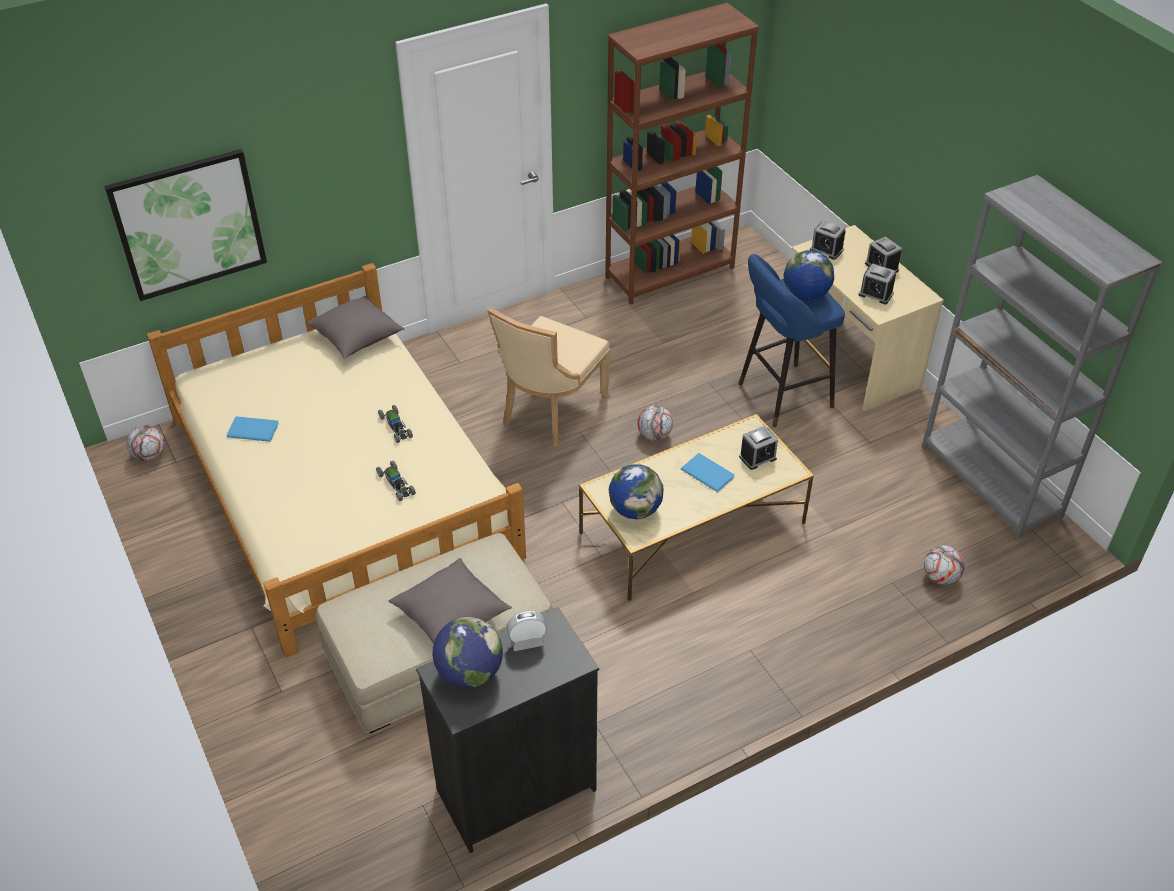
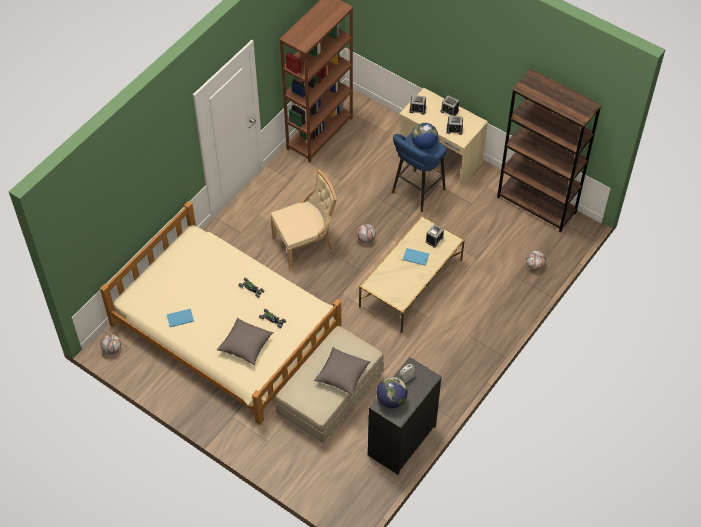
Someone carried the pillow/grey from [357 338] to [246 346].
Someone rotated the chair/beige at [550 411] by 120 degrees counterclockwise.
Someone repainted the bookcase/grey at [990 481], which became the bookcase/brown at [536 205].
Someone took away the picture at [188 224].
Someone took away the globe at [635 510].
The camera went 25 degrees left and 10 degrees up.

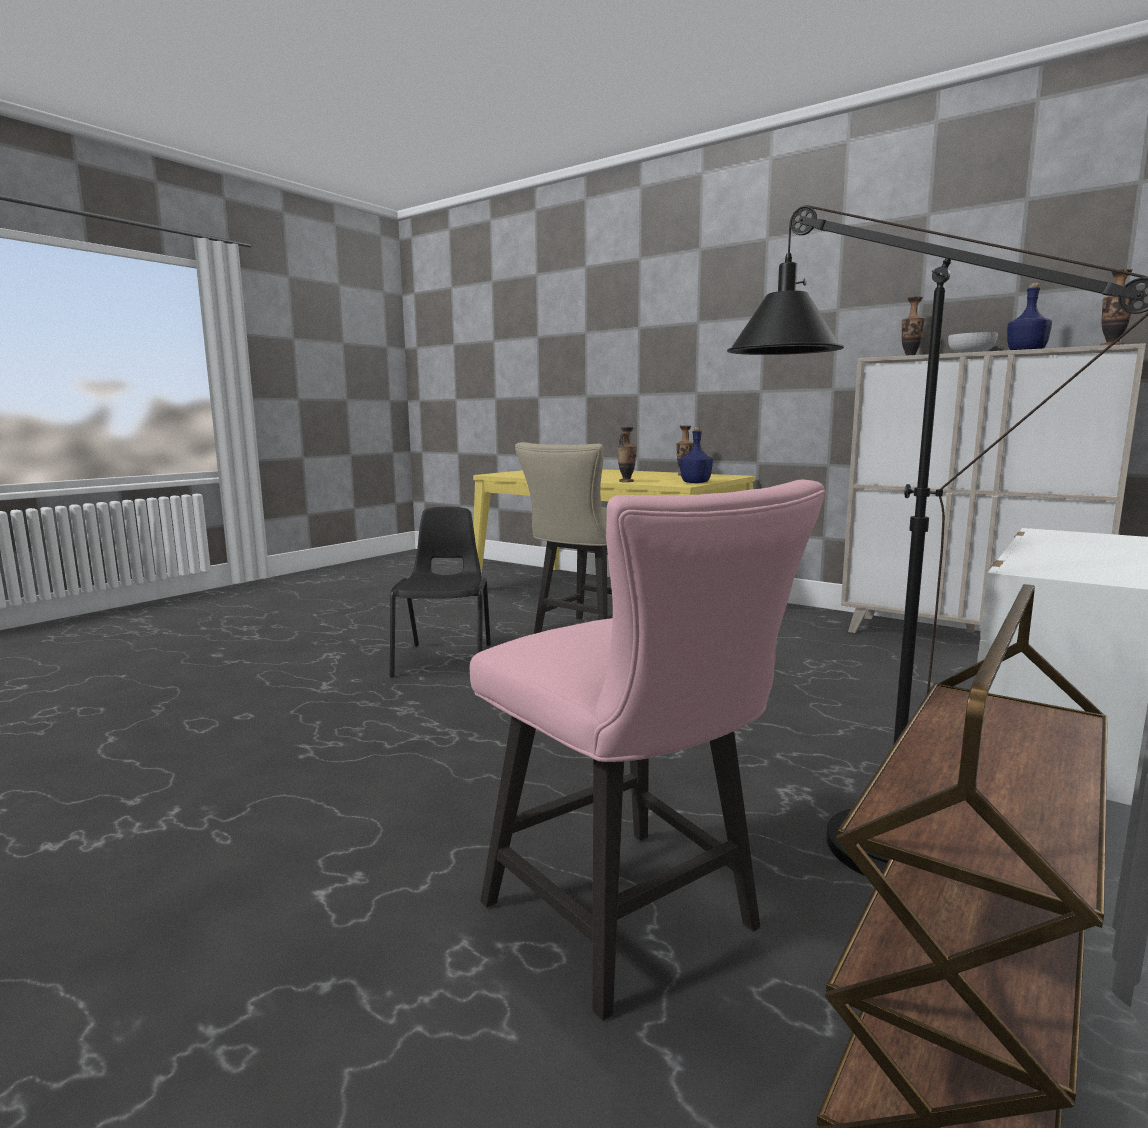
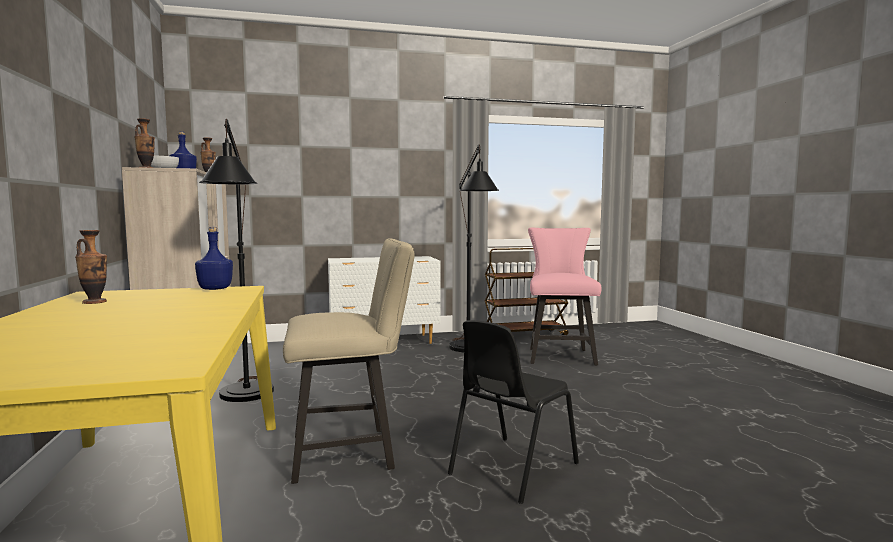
Someone put down the floor lamp/black at [245 398].
Someone took away the vase at [626 481].
The camera went 140 degrees left and 5 degrees down.

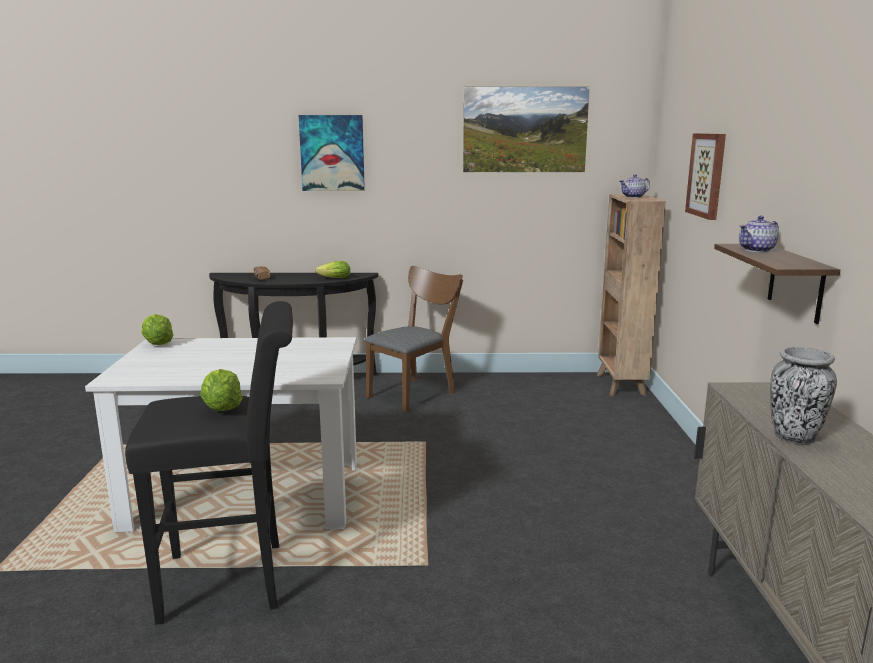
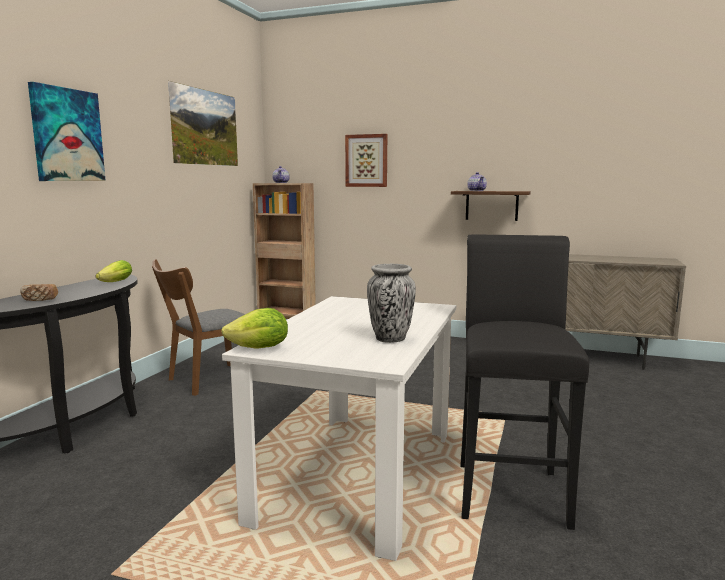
Someone rotated the chair/brown at [415 393] by 105 degrees counterclockwise.
Someone carried the vase from [794 437] to [390 339].
Someone took away the lettuce at [222 408].
The camera went 70 degrees left and 5 degrees down.

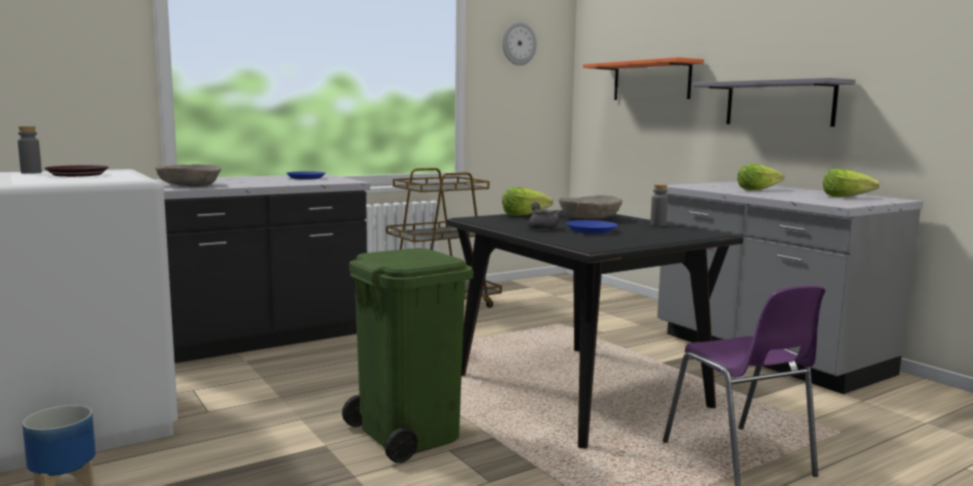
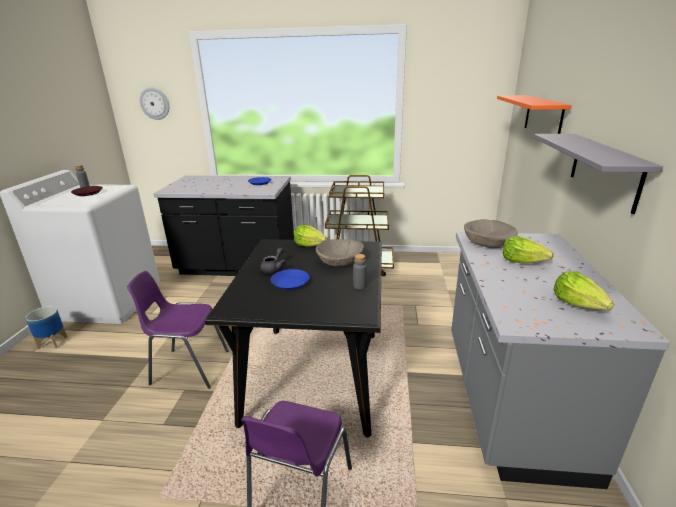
Someone swapped the trash can/green at [407 433] for the chair/purple at [188 367].
Someone carried the wall clock from [518 43] to [155 103].
Someone carried the bowl/beige from [189 185] to [488 242].
The camera went 40 degrees right and 15 degrees up.

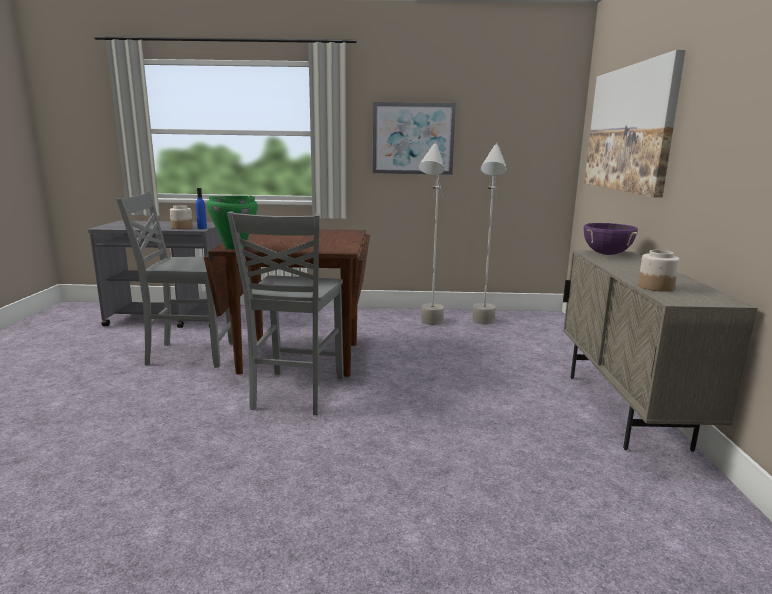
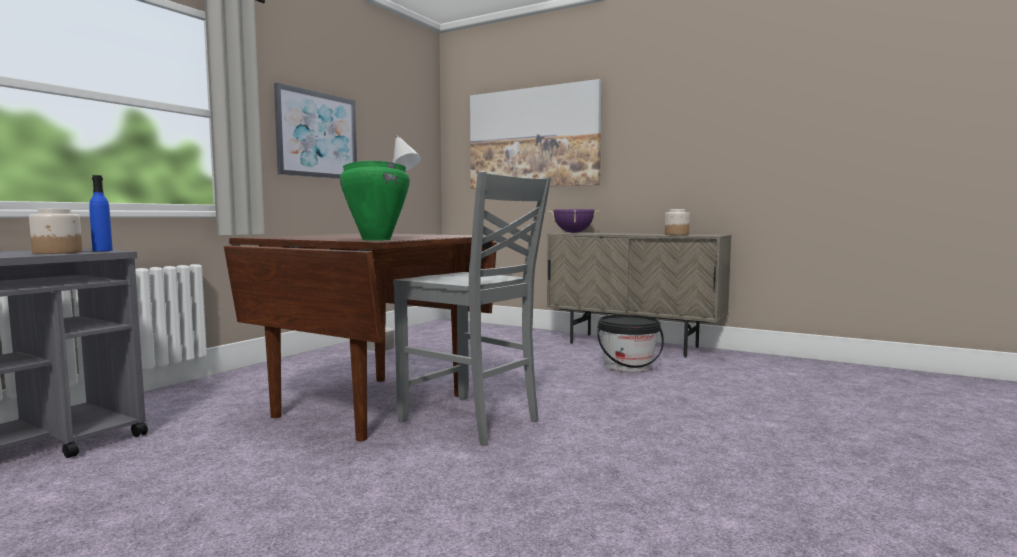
Someone put down the bucket/black at [628 366].
Someone took away the chair/grey at [189 354].
Someone took away the floor lamp/grey at [483 326].
The camera went 60 degrees left and 10 degrees down.

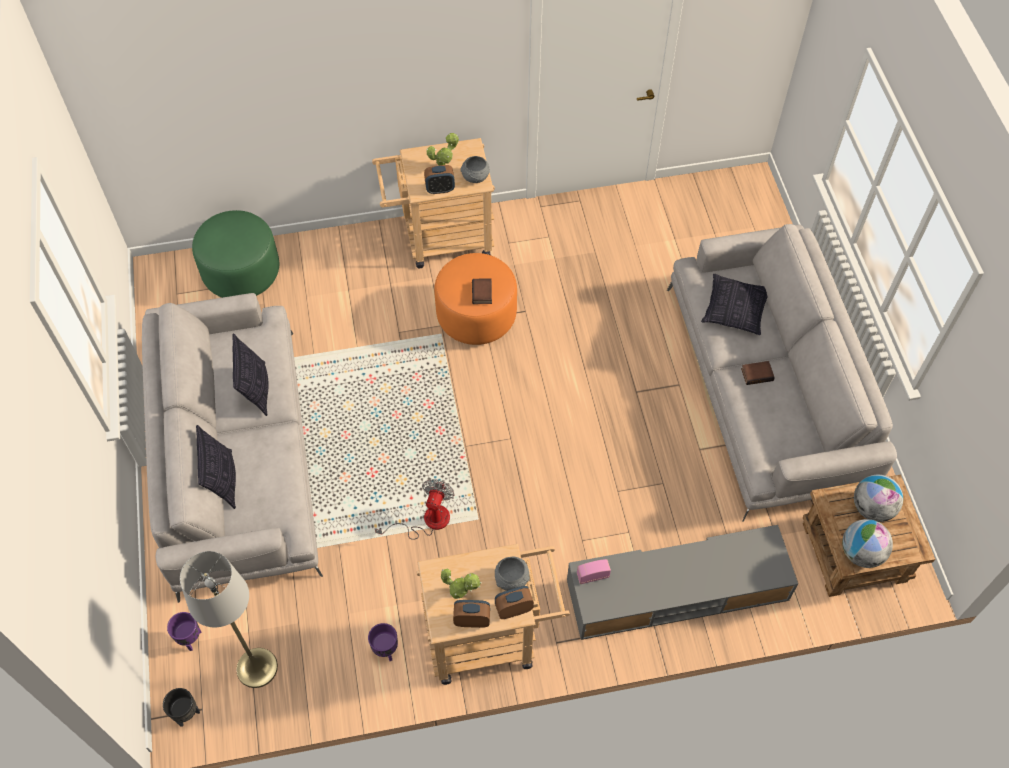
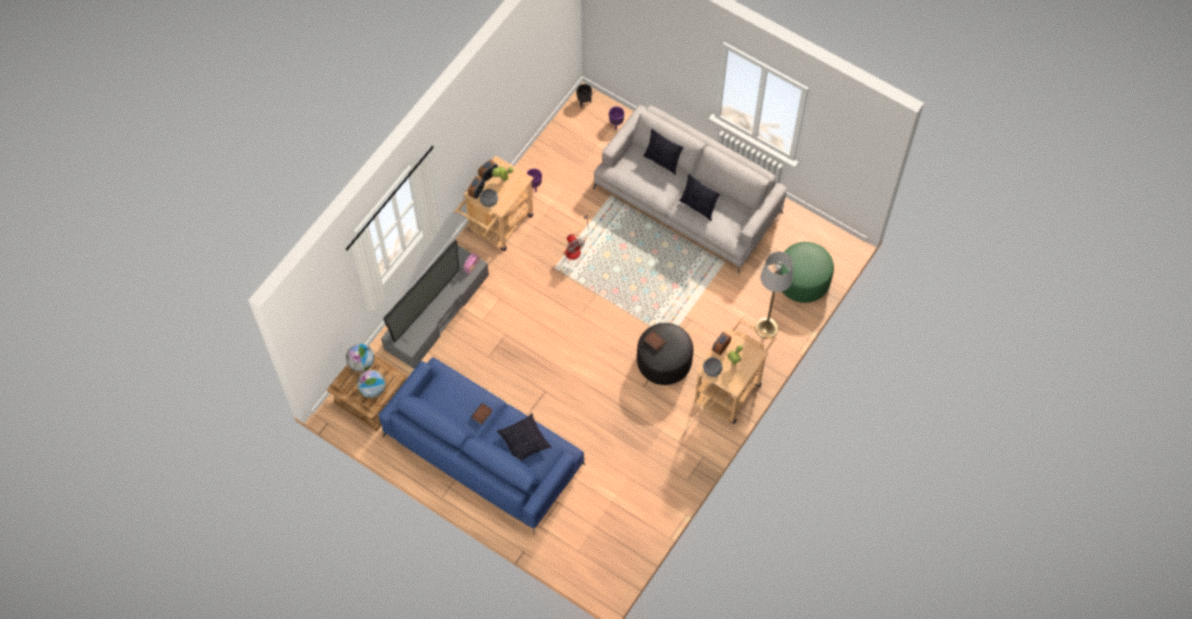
Someone repainted the sofa/grey at [766 388], which became the sofa/blue at [483 451].
Someone put down the television at [426 307].
Someone repainted the ottoman/orange at [476 315], which became the ottoman/black at [664 362].
Someone carried the floor lamp/grey from [257 667] to [766 328].
The camera went 135 degrees right and 5 degrees up.

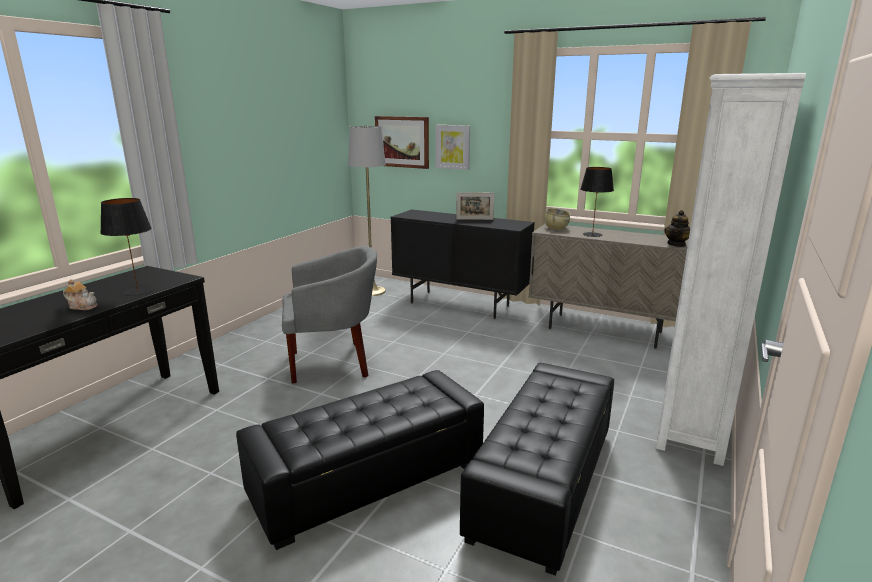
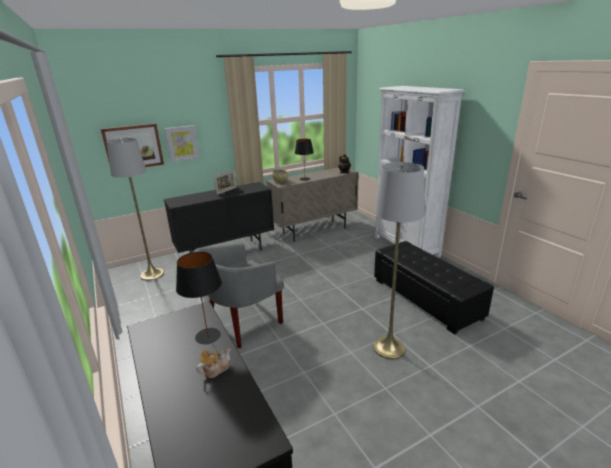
Someone rotated the armchair/grey at [333 362] by 150 degrees counterclockwise.
Someone swapped the ottoman/black at [368 480] for the floor lamp/grey at [389 348].
The camera went 55 degrees left and 5 degrees up.

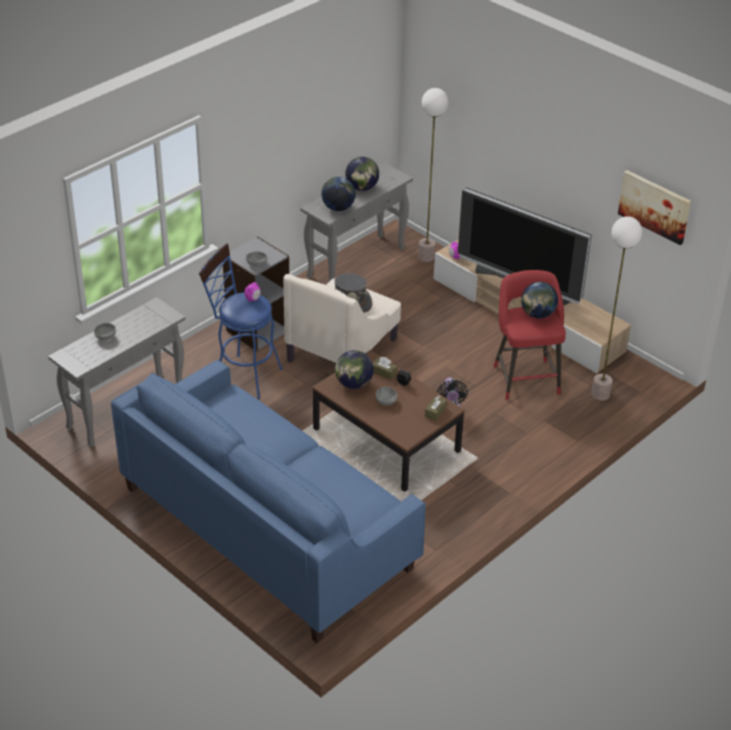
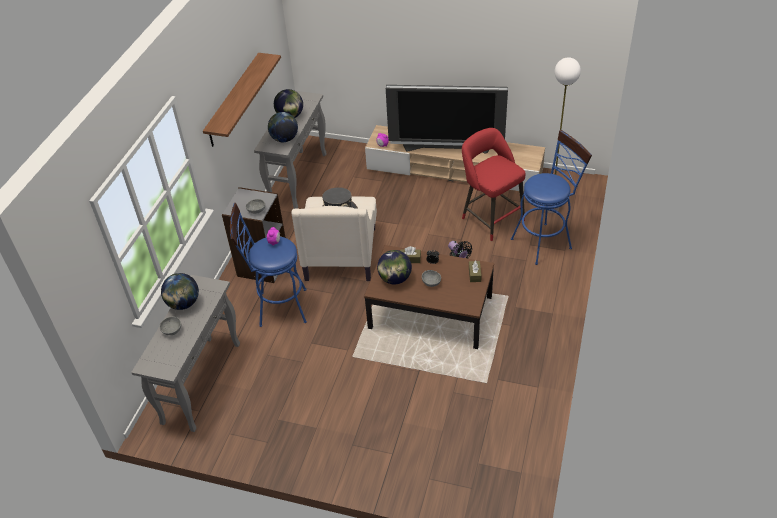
Someone carried the globe from [537 314] to [183 304].
Someone put up the shelf at [234 100].
Someone put down the stool/blue at [545 241].
Someone took away the sofa/blue at [268 528].
Someone took away the floor lamp at [426 257].
Someone took away the picture at [654 206].
The camera went 25 degrees left and 5 degrees up.

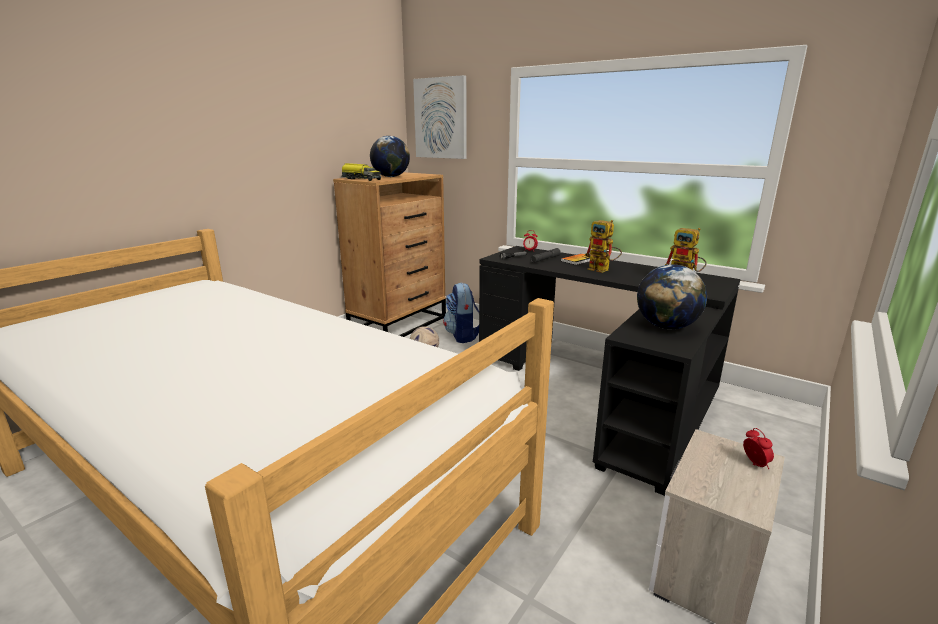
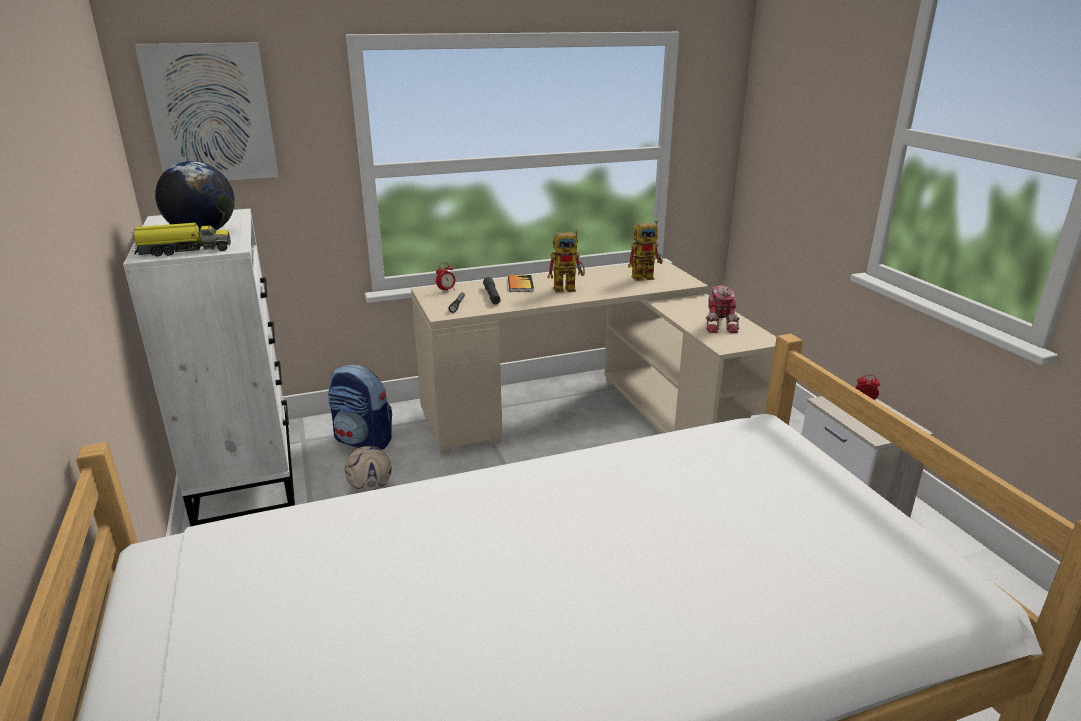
Someone repainted the dresser/brown at [399 324], which became the dresser/white at [245 472].
Someone repainted the desk/black at [603 391], which became the desk/beige at [594 418].
Someone swapped the globe at [666 327] for the toy robot at [720 325].
The camera went 55 degrees left and 5 degrees up.

